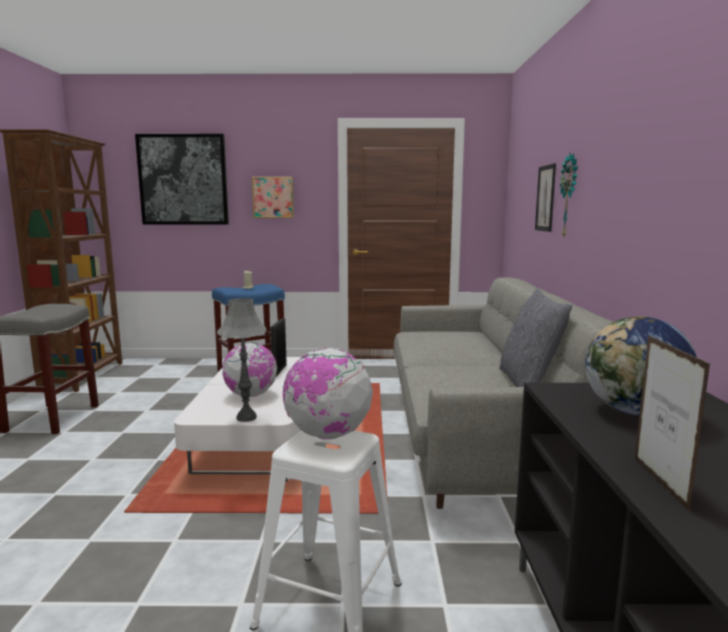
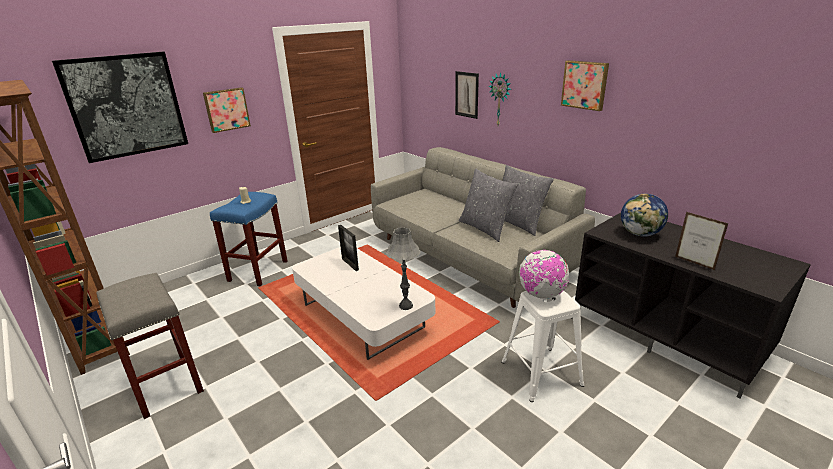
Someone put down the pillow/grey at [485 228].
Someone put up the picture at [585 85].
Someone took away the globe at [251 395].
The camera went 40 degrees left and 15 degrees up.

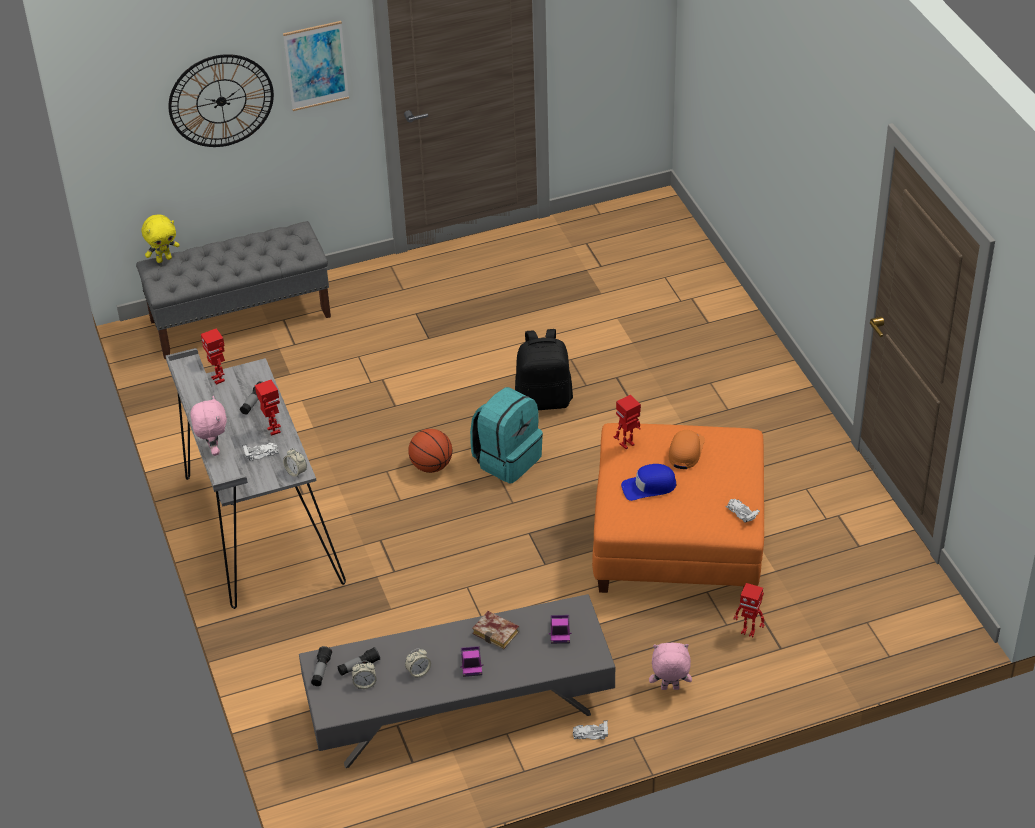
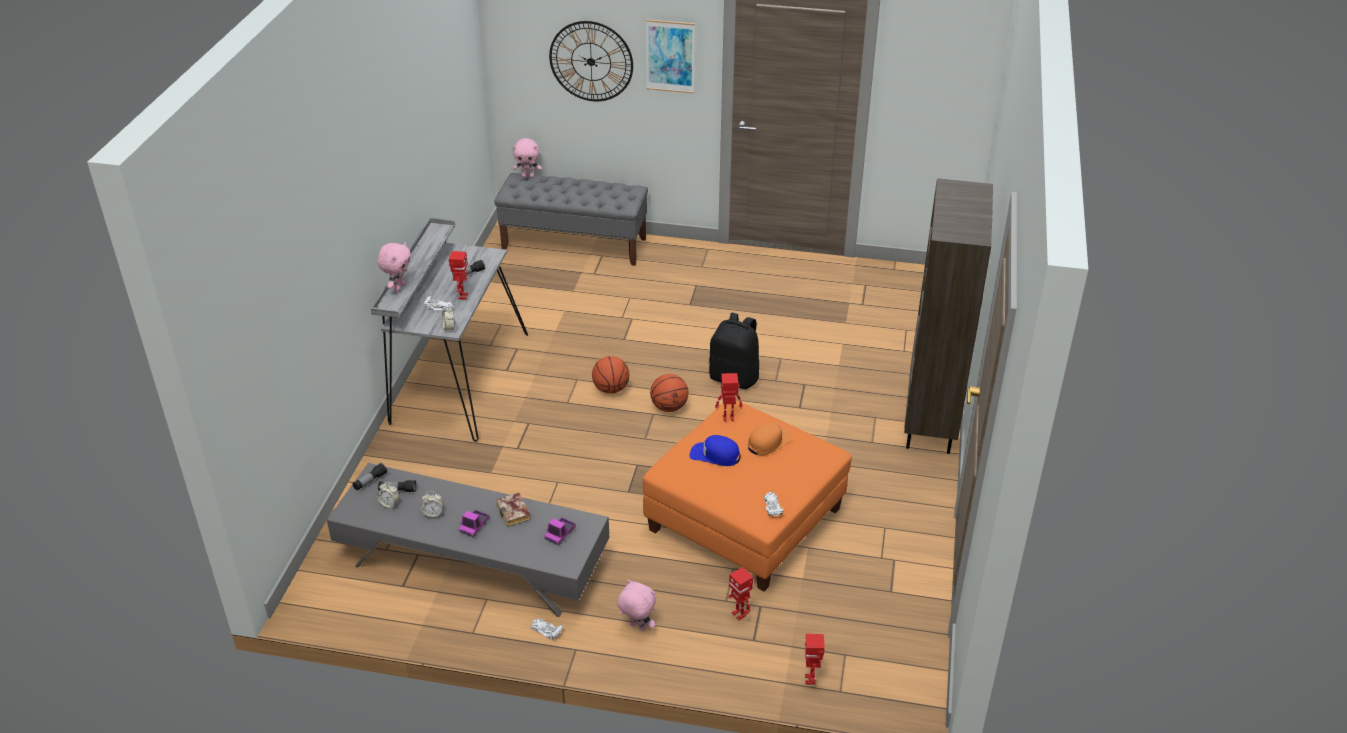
Someone repainted the plush toy/yellow at [164 259], which became the plush toy/pink at [528 176].
Someone swapped the backpack/turquoise at [507 459] for the basketball at [669 407].
Someone carried the toy robot from [218 379] to [811 679].
Someone put down the bookcase/brown at [931 423].
The camera went 30 degrees right and 5 degrees down.

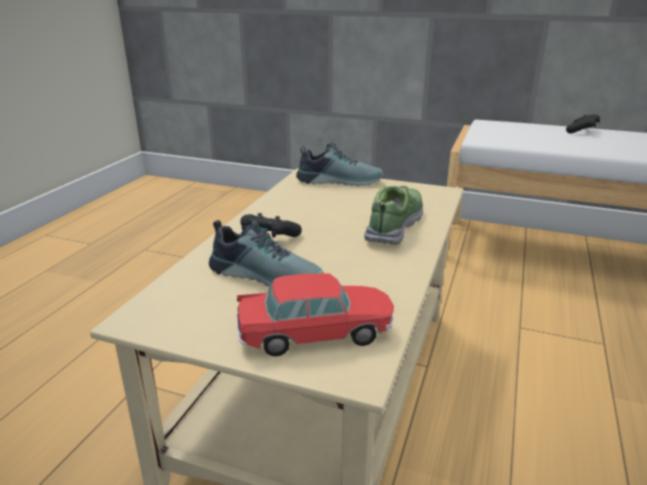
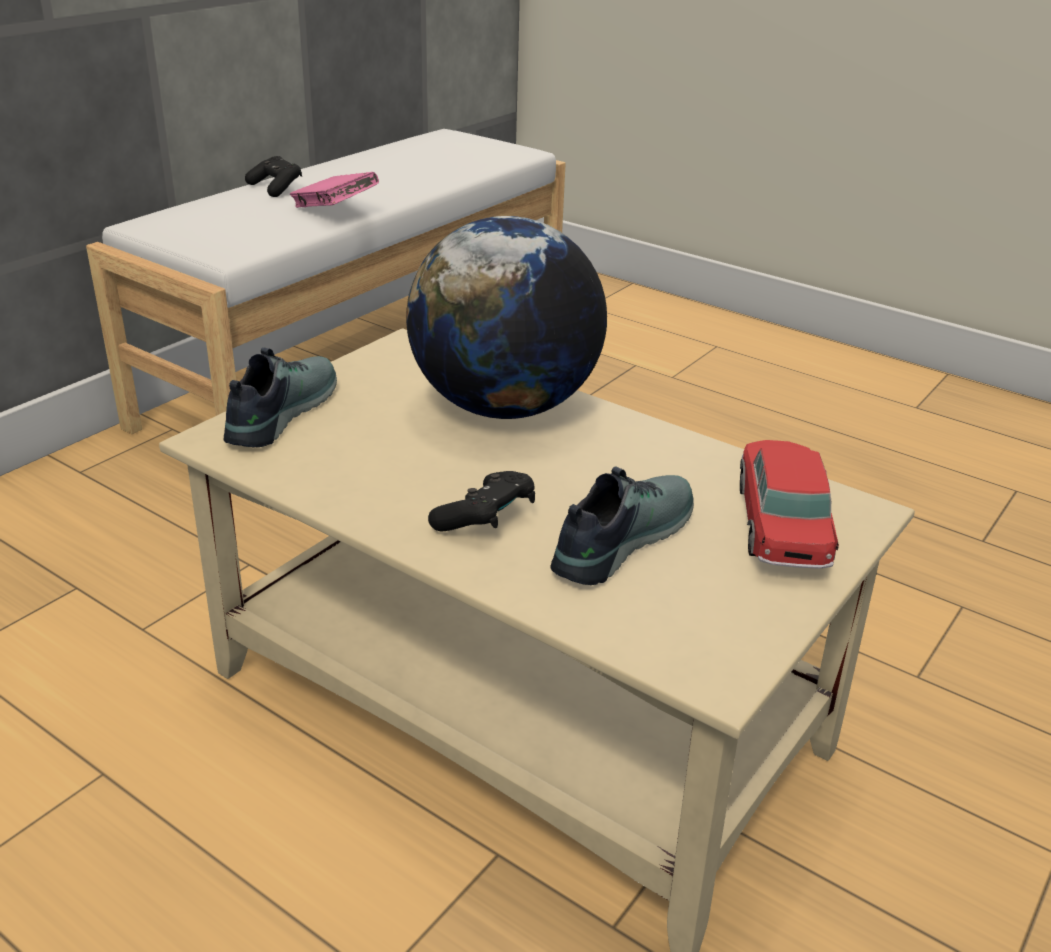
Someone put down the book/pink at [335 212].
Someone swapped the shoe at [395 225] for the globe at [504 407].
The camera went 75 degrees left and 5 degrees up.

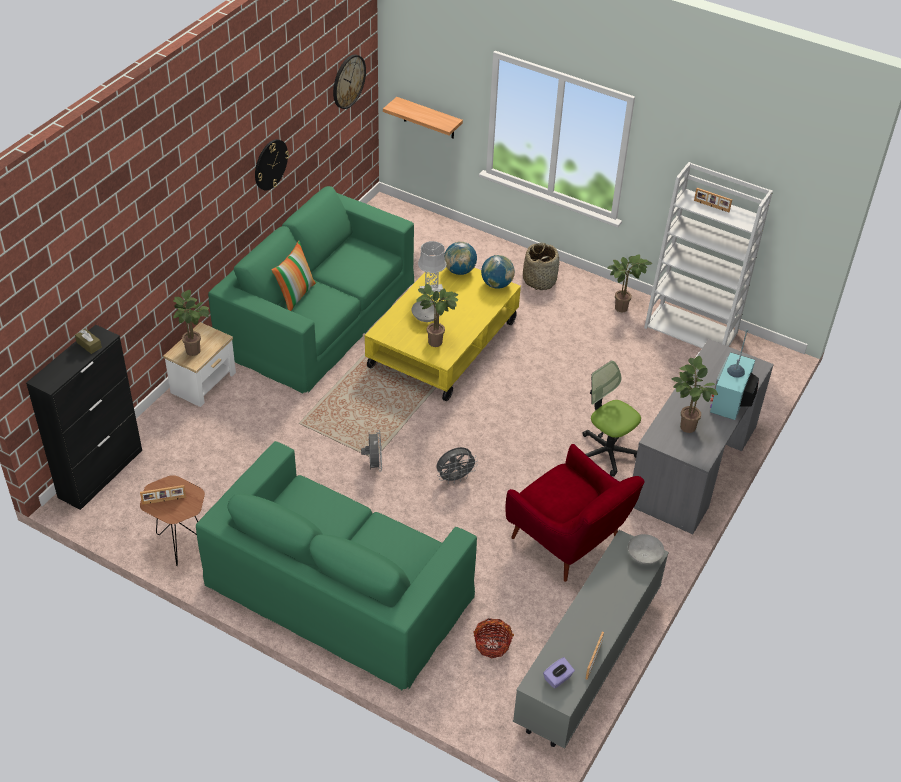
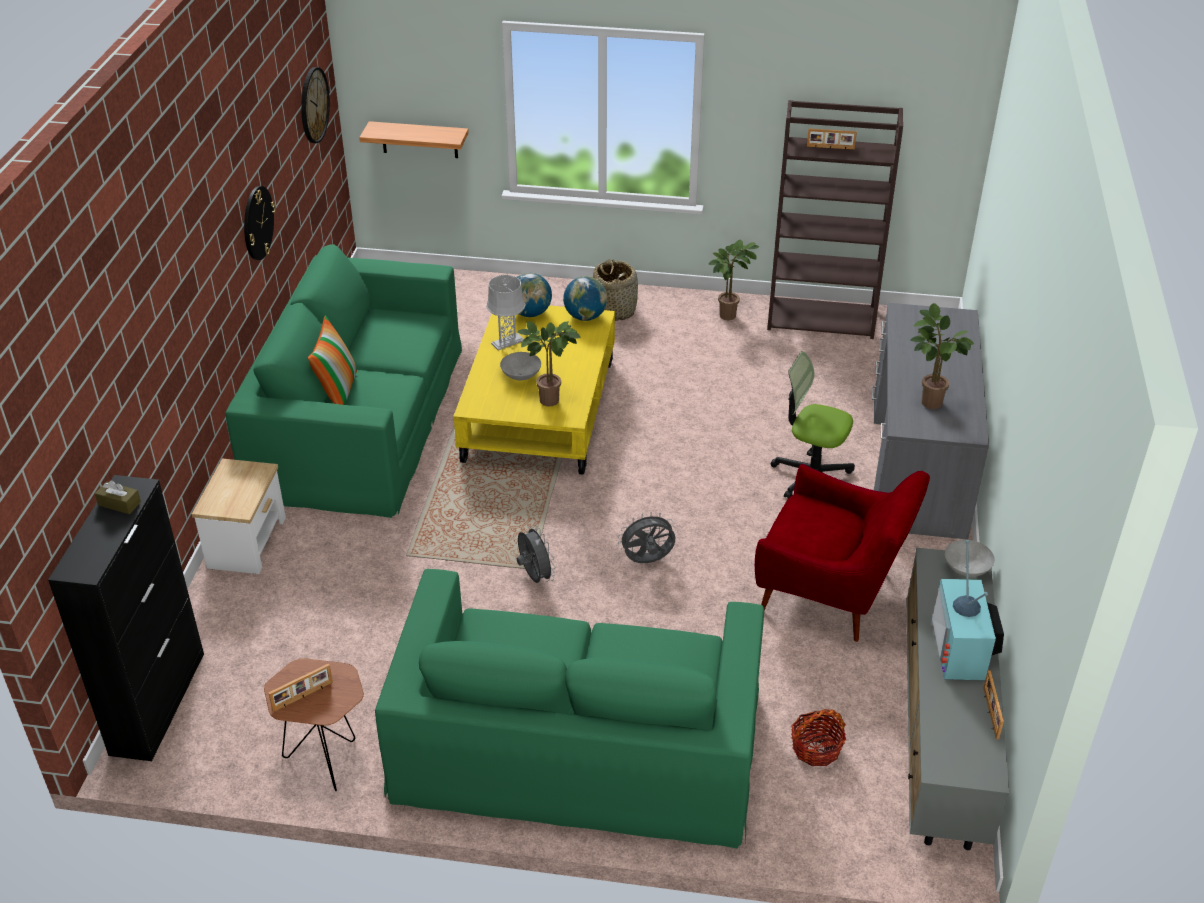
Someone rotated the fan/grey at [455 478] by 150 degrees counterclockwise.
Someone repainted the bookcase/white at [692 330], which became the bookcase/brown at [822 318].
Someone carried the television from [731 401] to [963 650].
Someone took away the potted plant at [195 352].
Someone took away the tissue box/purple at [558 678].
The camera went 20 degrees left and 5 degrees down.

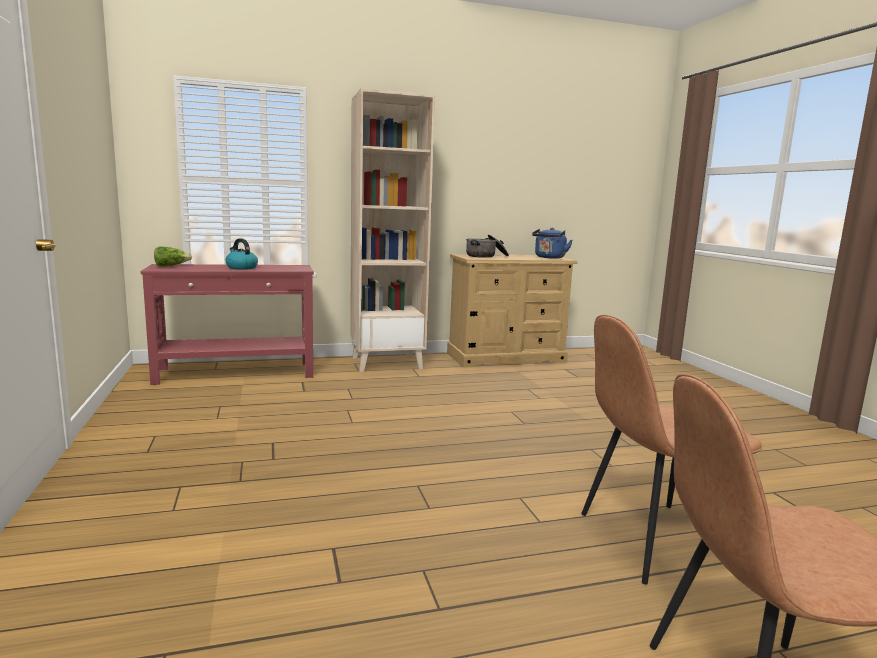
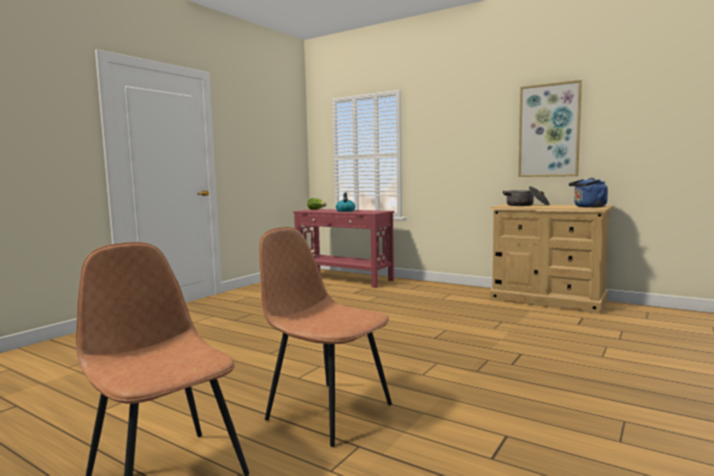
Someone put up the picture at [549 130].
Someone took away the bookcase/beige at [387 363].
The camera went 50 degrees right and 5 degrees down.

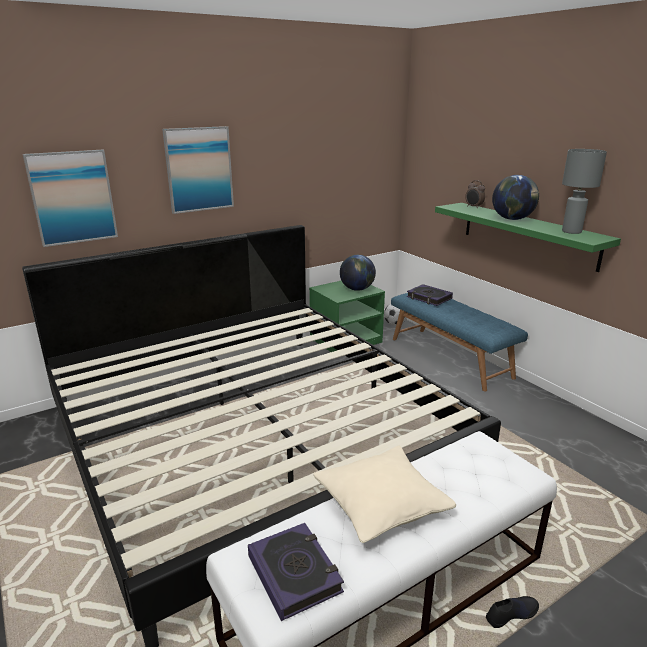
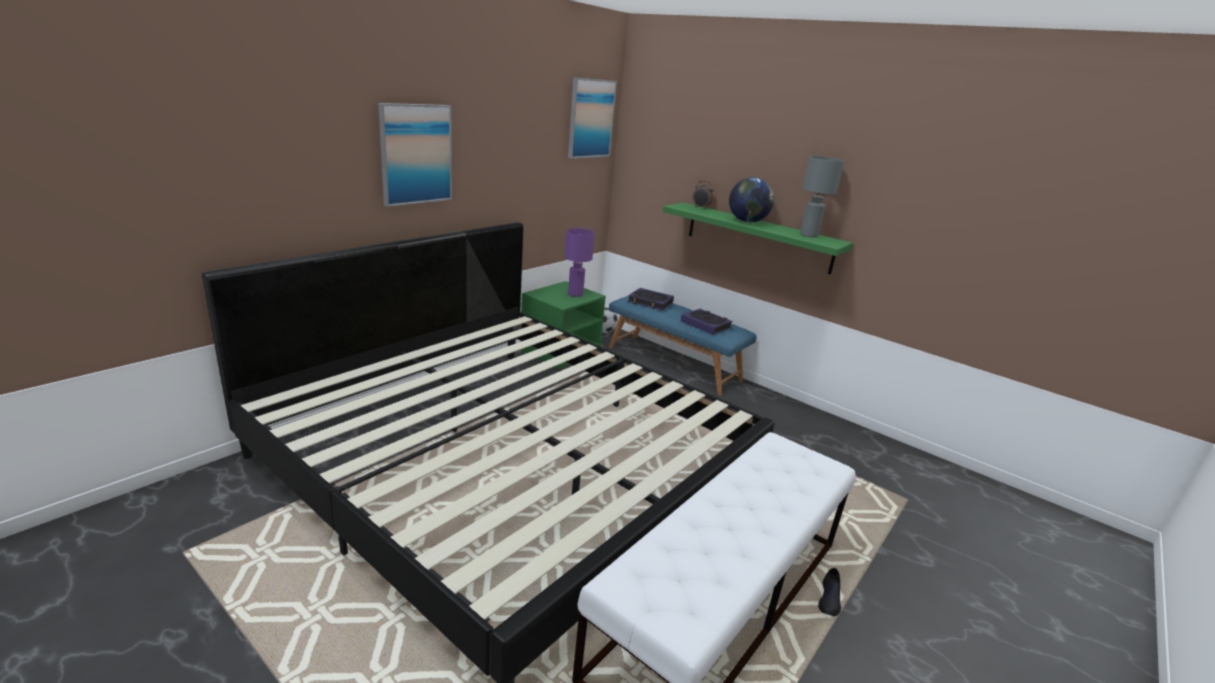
Someone swapped the globe at [357 289] for the table lamp/purple at [575 294].
Someone carried the picture from [72 197] to [590 118].
Someone carried the book from [294 573] to [705 324].
Someone rotated the shoe/black at [511 614] by 150 degrees clockwise.
Someone took away the pillow/beige at [381 504].
The camera went 20 degrees left and 0 degrees up.

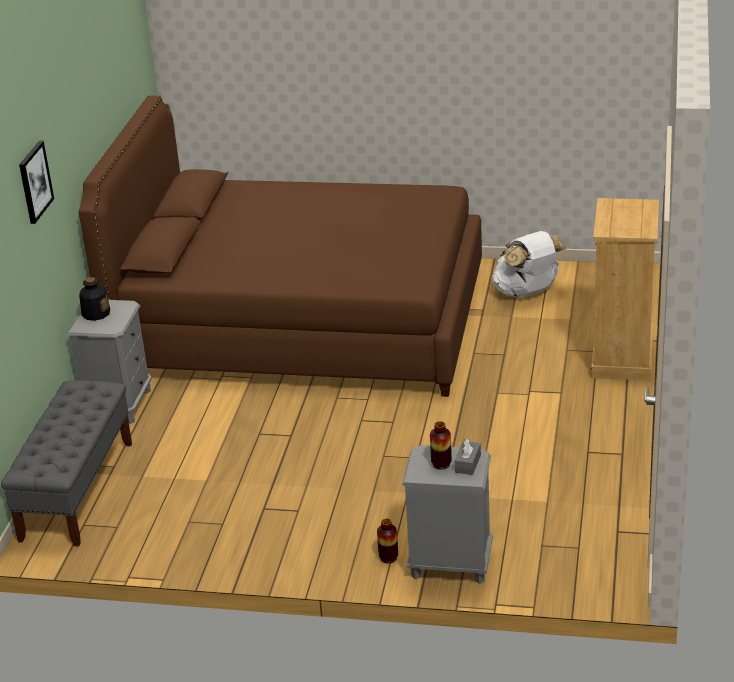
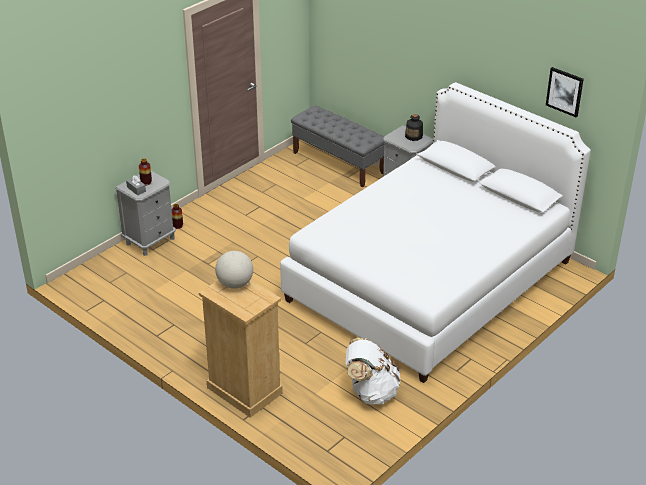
Someone put down the globe at [235 284].
Someone repainted the bed/brown at [303 324], which became the bed/white at [430 281].
Someone carried the picture from [34 182] to [565 91].
The camera went 120 degrees right and 5 degrees up.

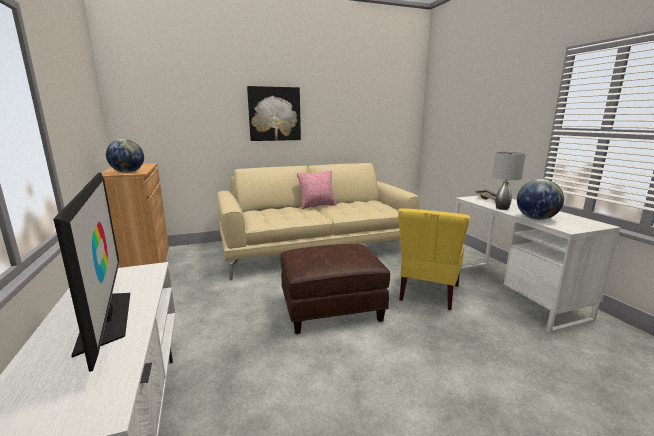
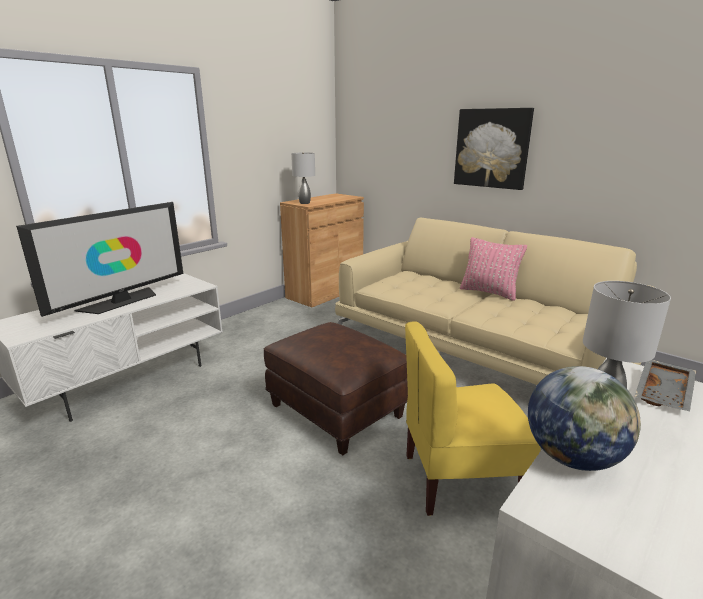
Someone swapped the globe at [128 172] for the table lamp/grey at [305 203].
The camera went 60 degrees right and 5 degrees up.

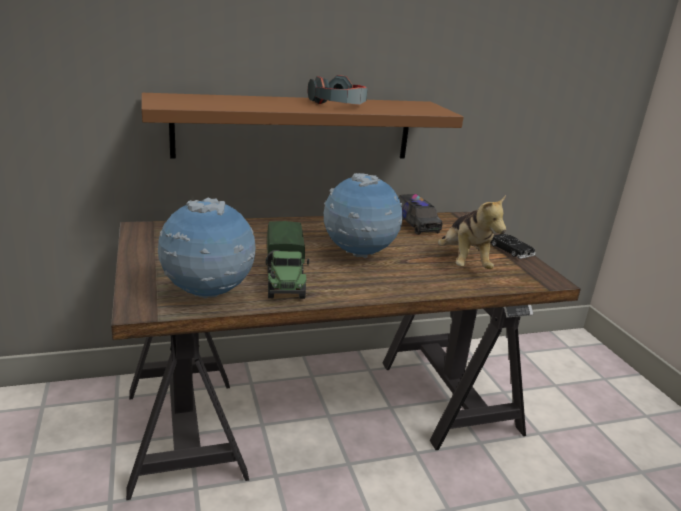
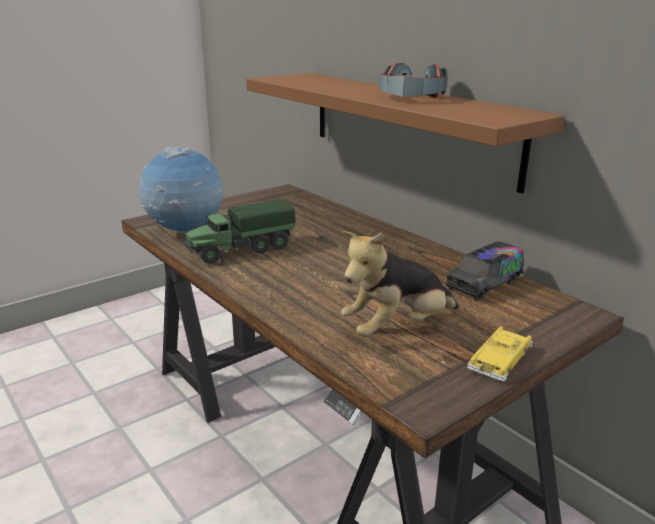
Someone repainted the toy car/black at [509 249], which became the toy car/yellow at [500 359].
Someone took away the globe at [358 255].
The camera went 70 degrees right and 0 degrees up.

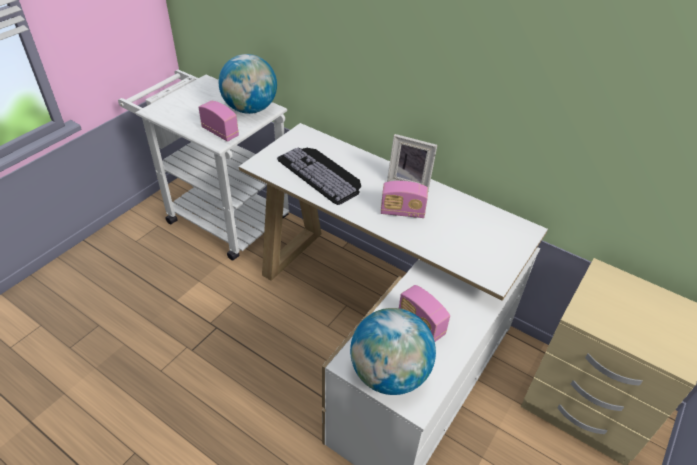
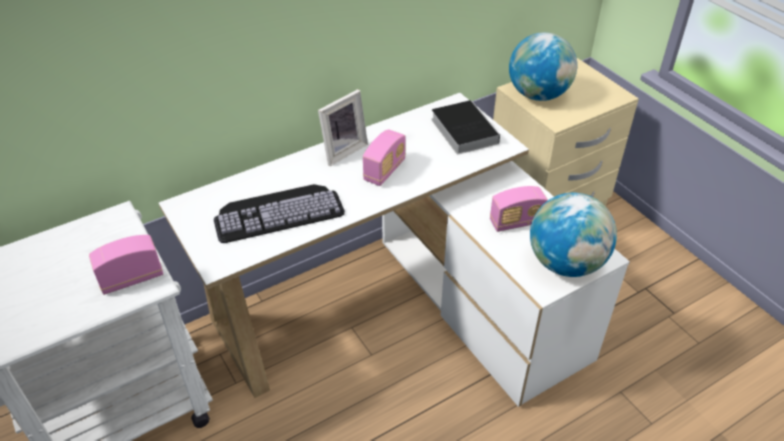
Someone put down the book at [462 130].
Someone carried the globe from [250 109] to [538 94].
The camera went 65 degrees left and 0 degrees up.

